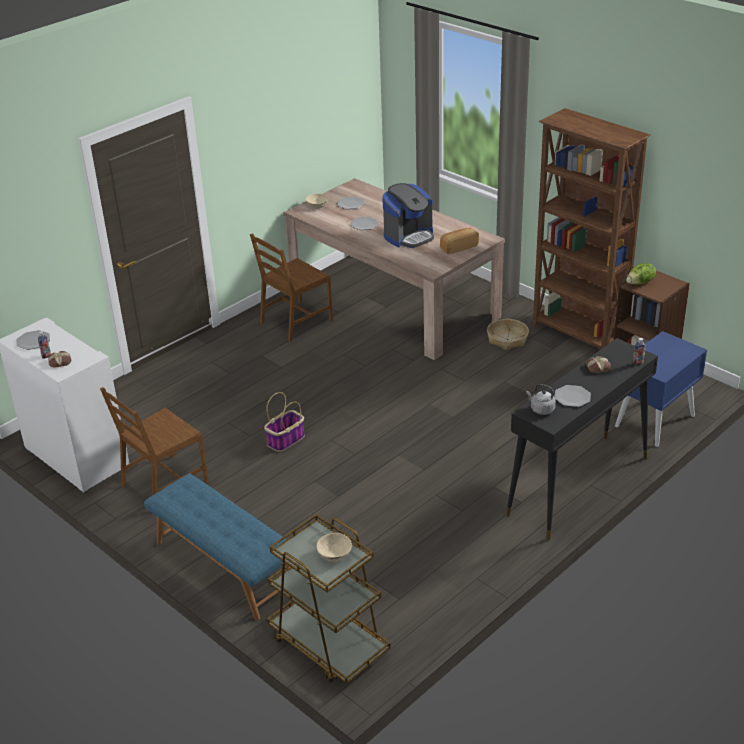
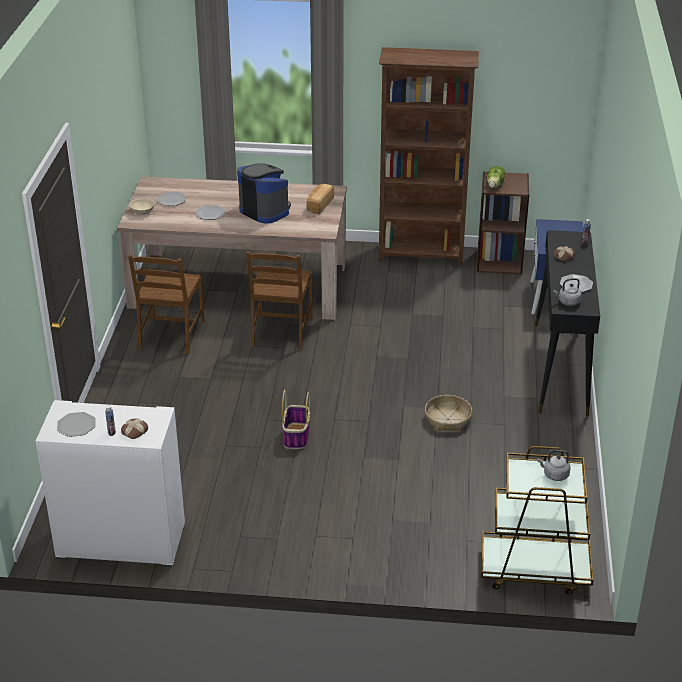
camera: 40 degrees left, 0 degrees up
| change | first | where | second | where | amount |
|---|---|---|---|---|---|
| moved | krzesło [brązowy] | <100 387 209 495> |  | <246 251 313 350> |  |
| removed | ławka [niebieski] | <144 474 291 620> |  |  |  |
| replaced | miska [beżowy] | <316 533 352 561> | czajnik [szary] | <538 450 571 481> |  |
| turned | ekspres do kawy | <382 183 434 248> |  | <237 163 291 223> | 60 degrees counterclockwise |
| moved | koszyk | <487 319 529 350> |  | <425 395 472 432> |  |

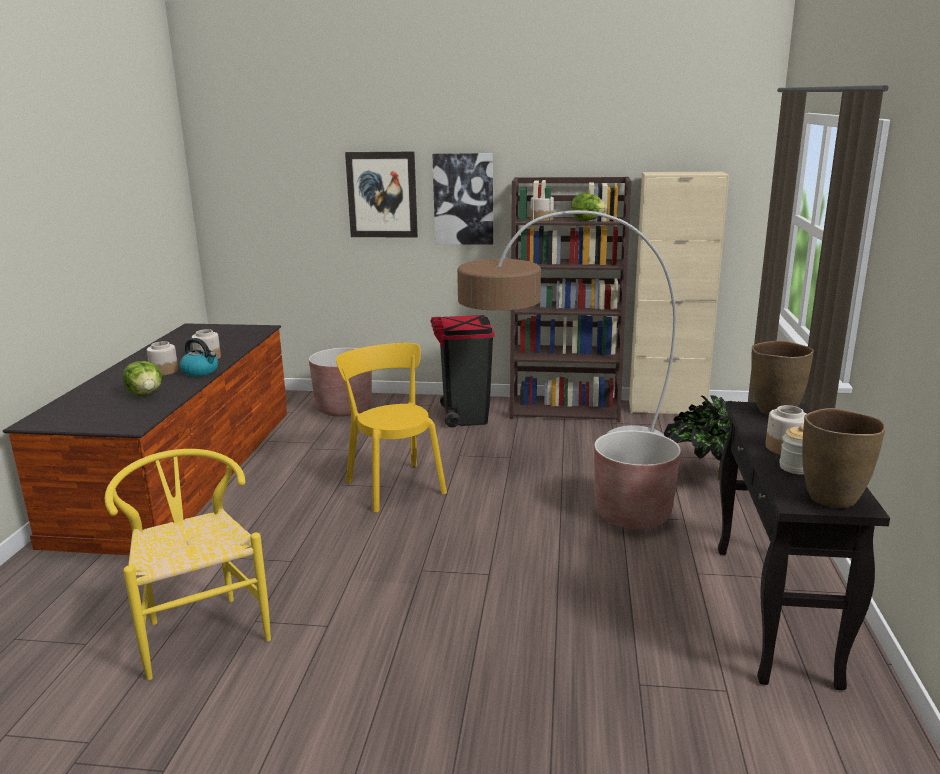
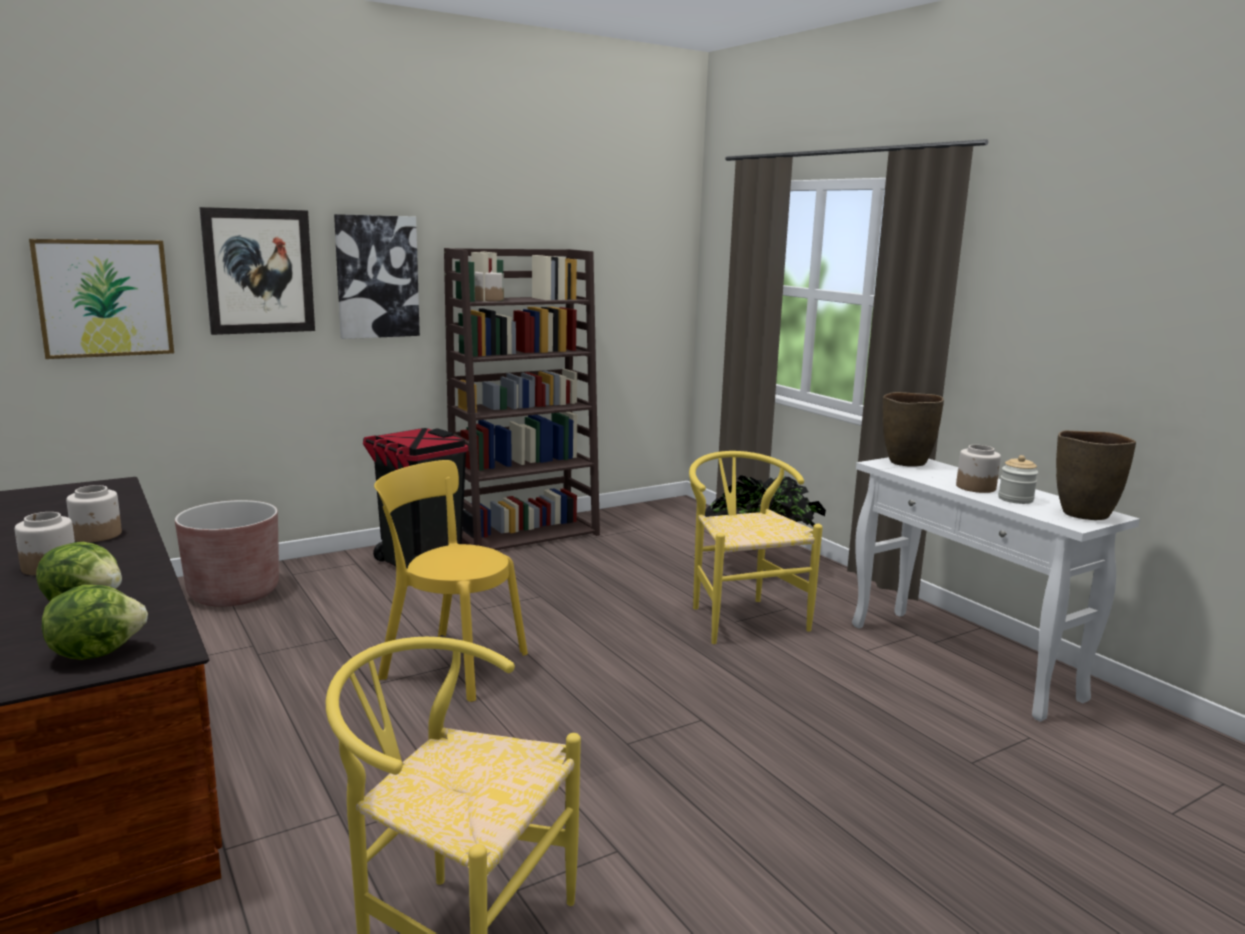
camera: 40 degrees left, 5 degrees down
| change | first | where | second | where | amount |
|---|---|---|---|---|---|
| removed | czajnik | <179 338 218 377> |  |  |  |
| removed | lampa stojąca | <457 210 676 436> |  |  |  |
| moved | sałata | <571 193 607 221> |  | <42 585 148 660> |  |
| replaced | donica [brązowy] | <594 430 681 529> | krzesło [żółty] | <689 451 823 644> |  |
| removed | szafka [beżowy] | <629 172 729 414> |  |  |  |
| recoloured | stolik konsolowy [czarny] | <718 401 890 690> | stolik konsolowy [biały] | <852 457 1140 721> |  |
| added |  |  | obraz | <29 239 174 359> |  |

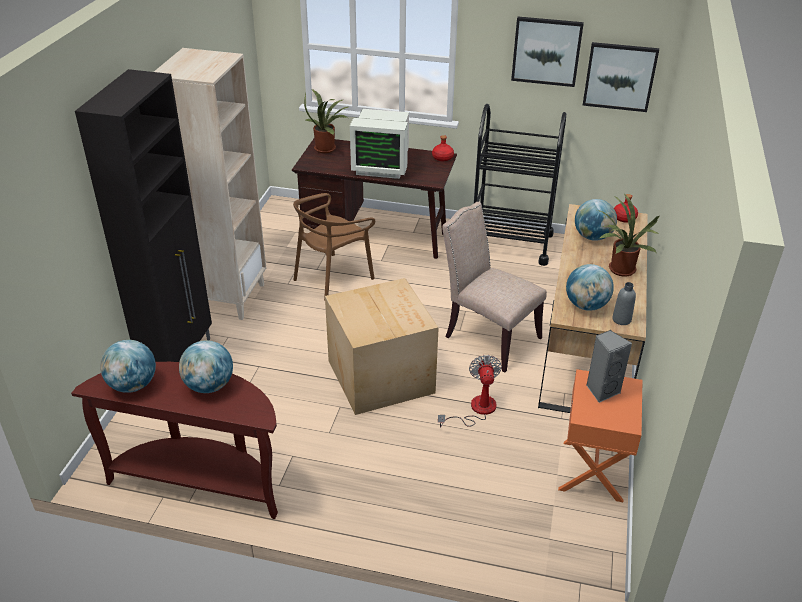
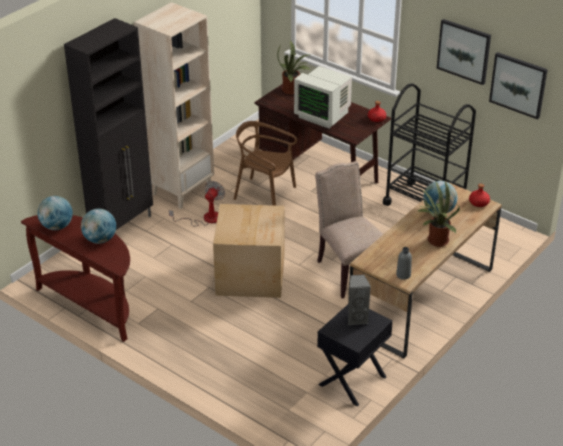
camera: 25 degrees right, 0 degrees up
| change | first | where | second | where | amount |
|---|---|---|---|---|---|
| turned | krzesło [brązowy] | <293 193 375 301> |  | <234 121 297 206> | 45 degrees clockwise |
| moved | wentylator | <438 355 502 428> |  | <169 181 225 226> |  |
| recoloured | szafka nocna [pomarańczowy] | <558 369 642 502> | szafka nocna [czarny] | <317 304 393 406> |  |
| removed | globus | <566 264 614 311> |  |  |  |

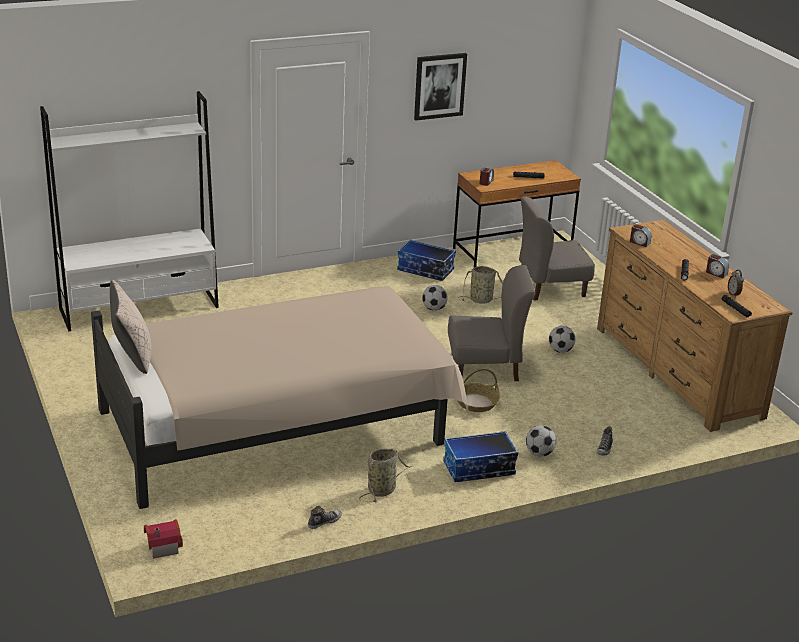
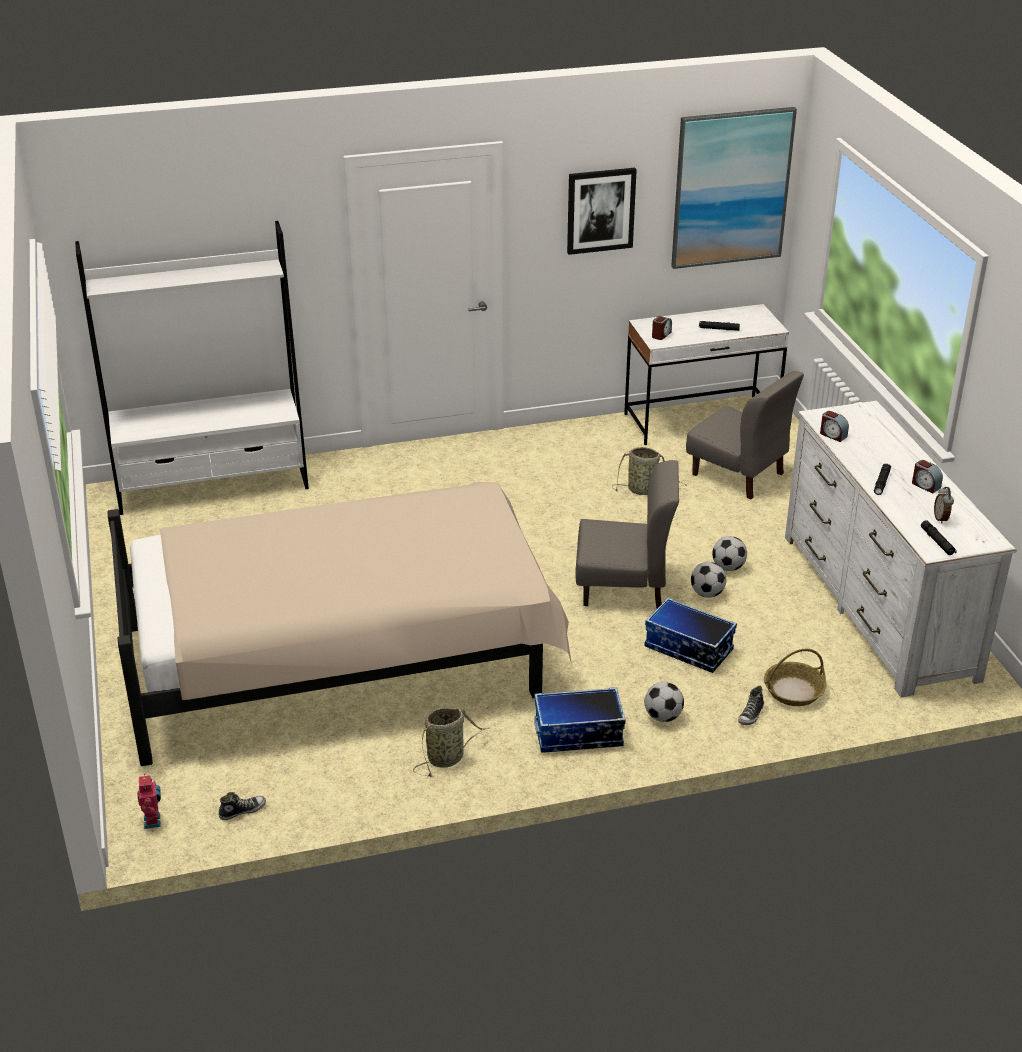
camera: 10 degrees right, 5 degrees up
| change | first | where | second | where | amount |
|---|---|---|---|---|---|
| removed | poduszka [beżowy] | <110 280 152 374> |  |  |  |
| replaced | domek | <144 519 183 559> | robot zabawkowy | <137 774 161 829> |  |
| moved | but | <308 506 342 529> |  | <218 792 266 820> |  |
| moved | pojemnik do przechowywania | <397 240 456 281> |  | <644 598 737 673> |  |
| moved | piłka futbolowa | <422 285 448 311> |  | <691 562 727 598> |  |
| recoloured | biurko [brązowy] | <453 160 581 267> | biurko [biały] | <624 304 789 445> |  |
| moved | koszyk | <457 369 500 412> |  | <764 649 827 706> |  |
| turned | krzesło [szary] | <519 196 595 301> |  | <686 371 804 499> | 135 degrees counterclockwise |
| recoloured | komoda [brązowy] | <597 220 793 432> | komoda [biały] | <785 401 1017 697> |  |
| added |  |  | obraz | <671 107 797 269> |  |

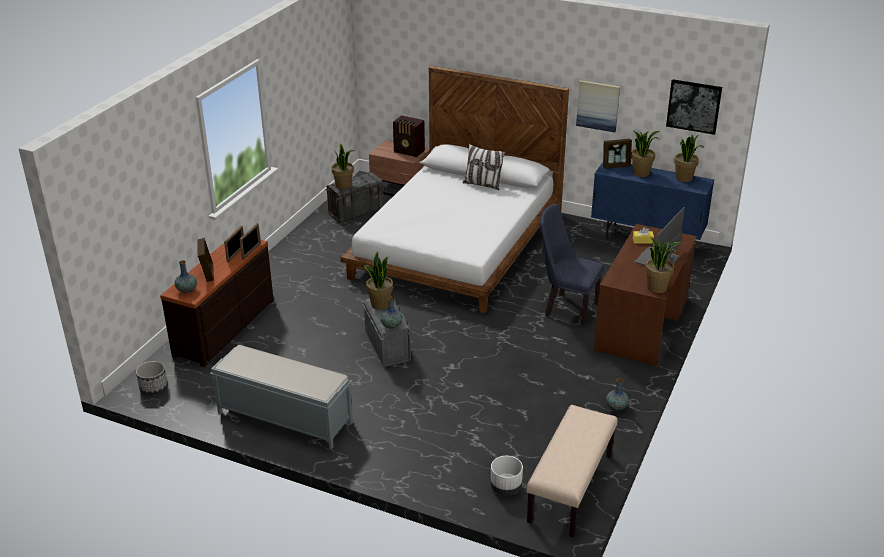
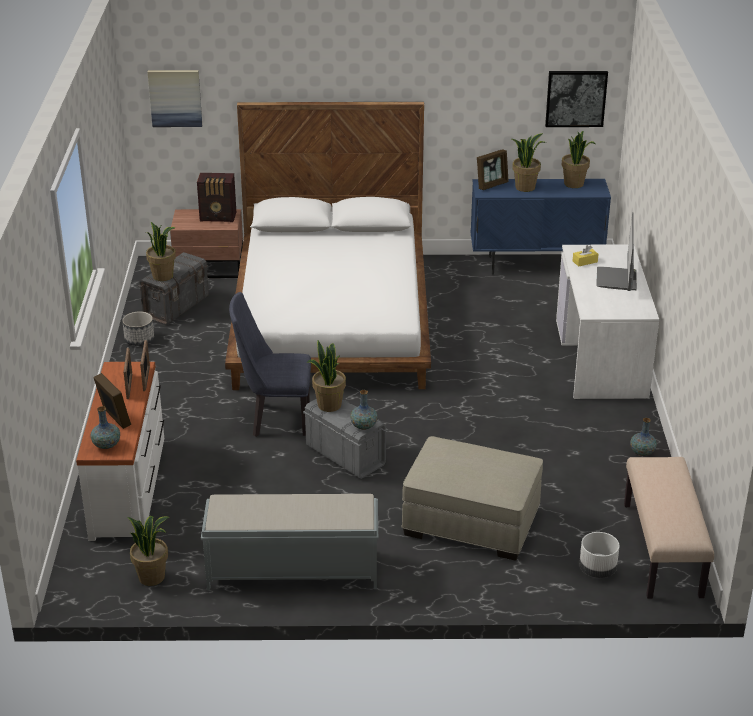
camera: 25 degrees left, 0 degrees up
| change | first | where | second | where | amount |
|---|---|---|---|---|---|
| moved | donica | <136 361 168 395> |  | <122 312 154 346> |  |
| recoloured | komoda [brązowy] | <160 240 274 367> | komoda [biały] | <76 362 164 541> |  |
| removed | poduszka | <462 144 505 190> |  |  |  |
| moved | krzesło [niebieski] | <540 203 604 325> |  | <229 292 311 437> |  |
| moved | obraz | <576 80 620 132> |  | <147 70 202 127> |  |
| recoloured | biurko [brązowy] | <594 224 697 366> | biurko [biały] | <556 244 659 399> |  |
| moved | roślina doniczkowa | <645 237 681 293> |  | <127 516 169 586> |  |
| added |  |  | pufa [beżowy] | <401 436 543 561> |  |

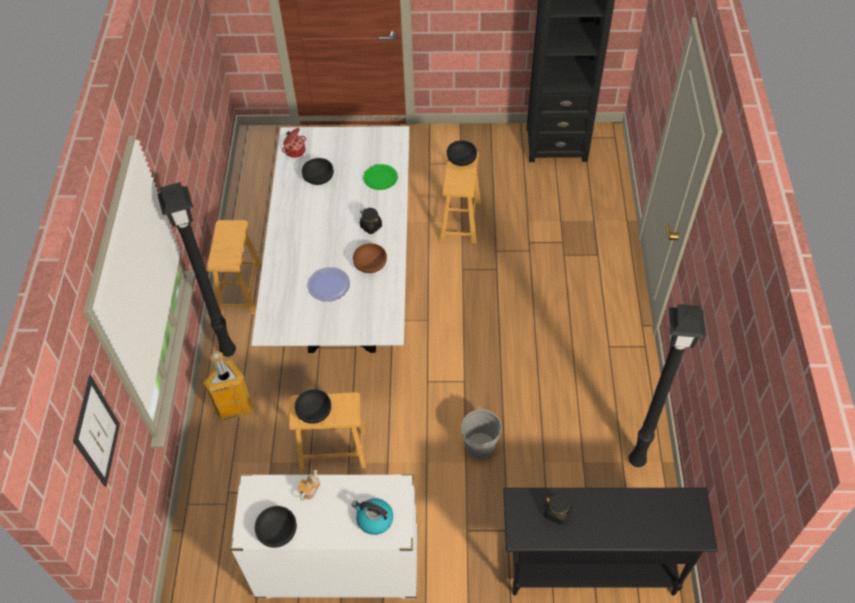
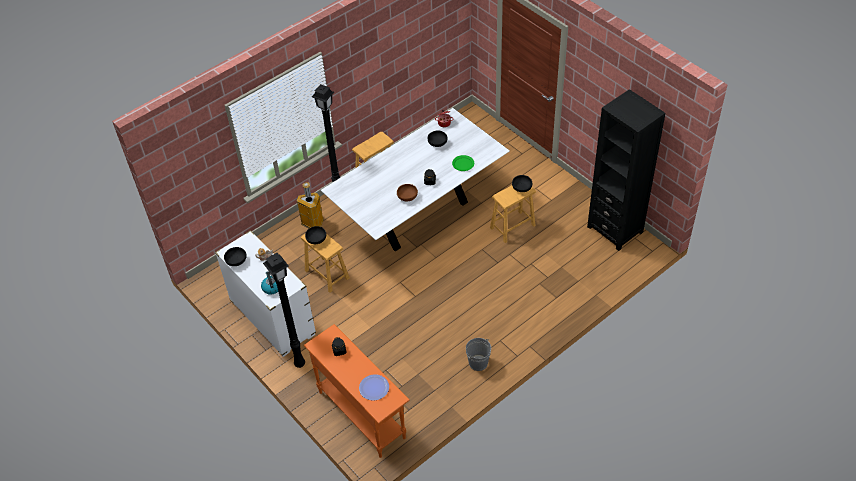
camera: 50 degrees right, 5 degrees down
| change | first | where | second | where | amount |
|---|---|---|---|---|---|
| removed | obraz | <73 375 120 487> |  |  |  |
| moved | talerz | <307 267 350 302> |  | <359 374 389 401> |  |
| moved | wiadro [szary] | <461 406 502 459> |  | <466 338 491 371> |  |
| recoloured | stolik konsolowy [czarny] | <503 488 718 596> | stolik konsolowy [pomarańczowy] | <304 324 410 458> |  |
| moved | lampa stojąca [czarny] | <629 304 705 467> |  | <263 253 305 368> |  |

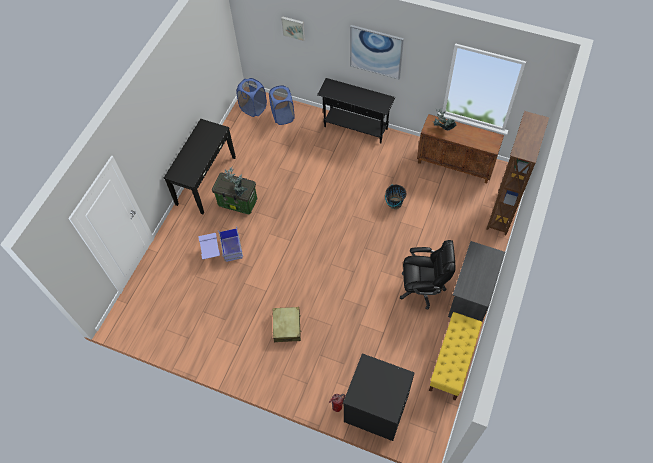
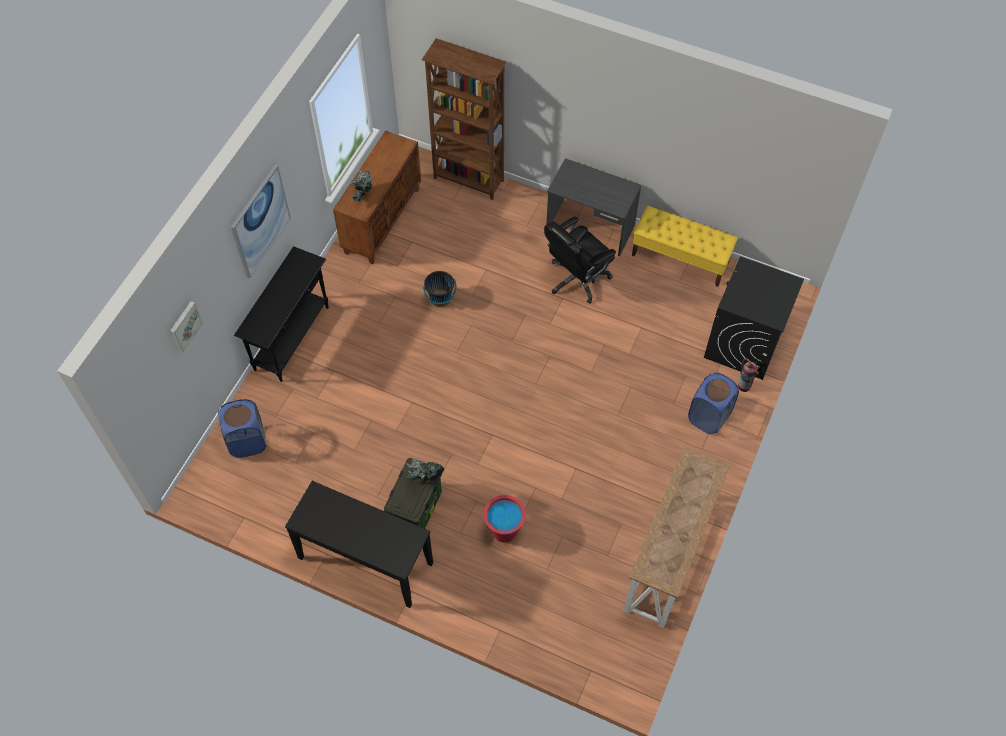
camera: 90 degrees left, 0 degrees up
| change | first | where | second | where | amount |
|---|---|---|---|---|---|
| replaced | pojemnik do przechowywania [niebieski] | <198 226 243 262> | wiadro [czerwony] | <484 495 526 543> |  |
| moved | kosz na pranie [niebieski] | <236 78 267 117> |  | <688 373 739 434> |  |
| removed | walizka [beżowy] | <273 307 302 343> |  |  |  |
| turned | krzesło biurowe [czarny] | <400 240 456 310> |  | <544 217 616 304> | 135 degrees counterclockwise |
| added |  |  | stolik konsolowy | <624 446 730 628> |  |

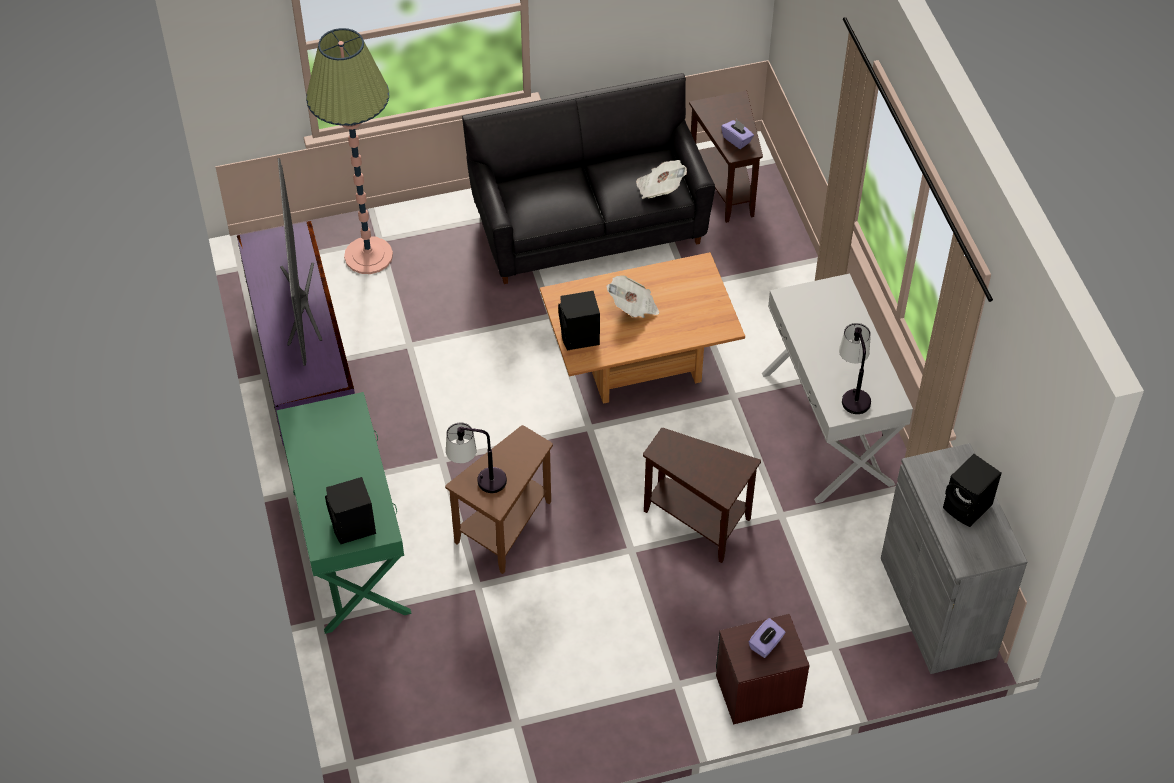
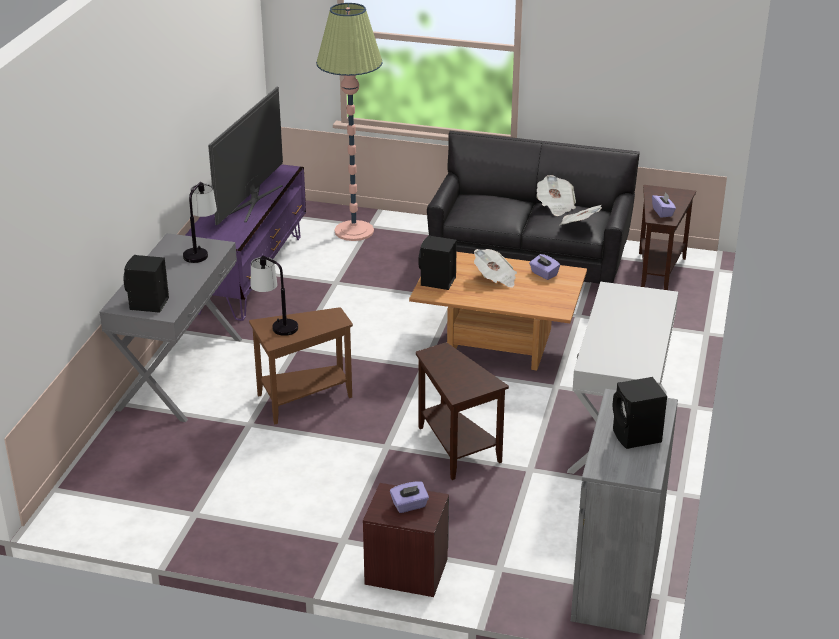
camera: 30 degrees right, 20 degrees down
| change | first | where | second | where | amount |
|---|---|---|---|---|---|
| recoloured | stolik konsolowy [zielony] | <277 392 412 634> | stolik konsolowy [szary] | <99 233 242 422> |  |
| moved | lampa stołowa | <839 323 871 414> |  | <183 182 217 263> |  |
| added |  |  | pudełko chusteczek [fioletowy] | <529 254 560 280> |  |
| added |  |  | gazeta | <536 175 576 216> |  |

